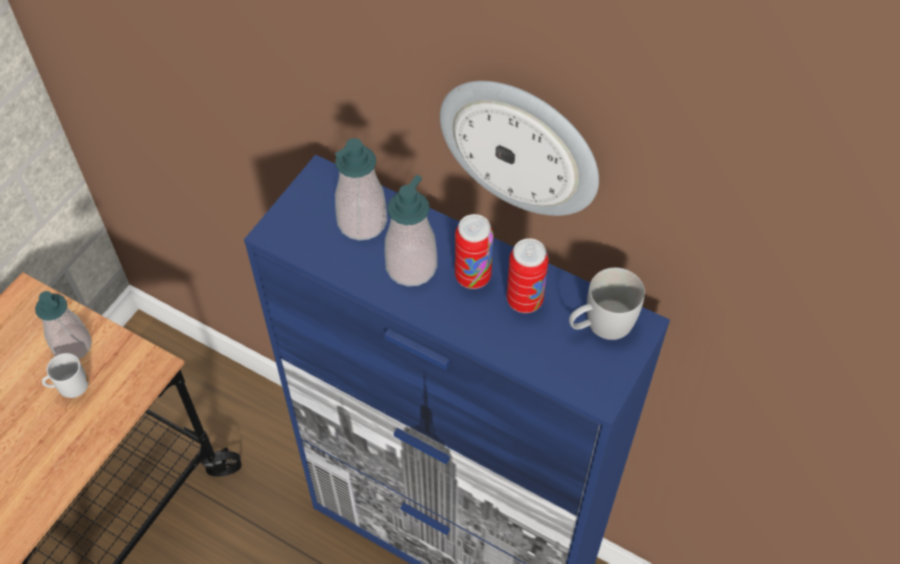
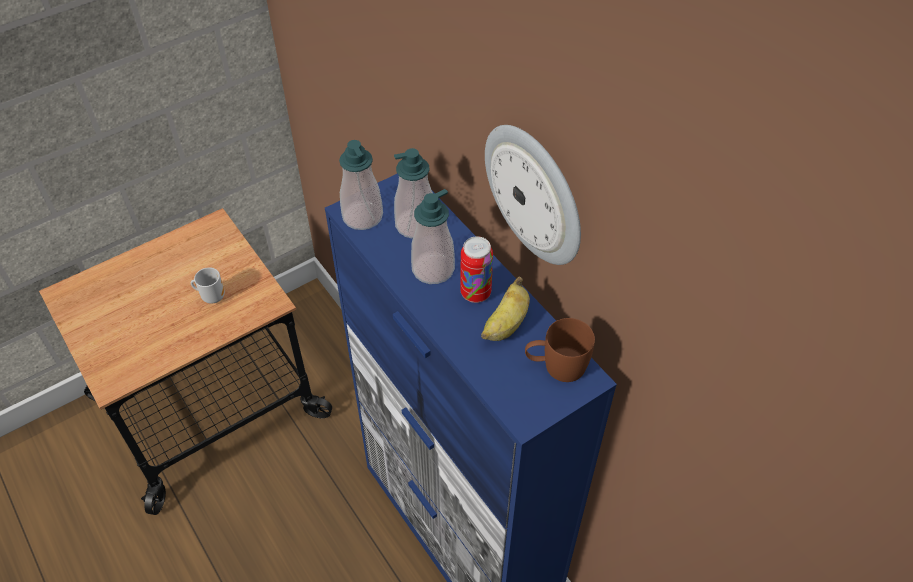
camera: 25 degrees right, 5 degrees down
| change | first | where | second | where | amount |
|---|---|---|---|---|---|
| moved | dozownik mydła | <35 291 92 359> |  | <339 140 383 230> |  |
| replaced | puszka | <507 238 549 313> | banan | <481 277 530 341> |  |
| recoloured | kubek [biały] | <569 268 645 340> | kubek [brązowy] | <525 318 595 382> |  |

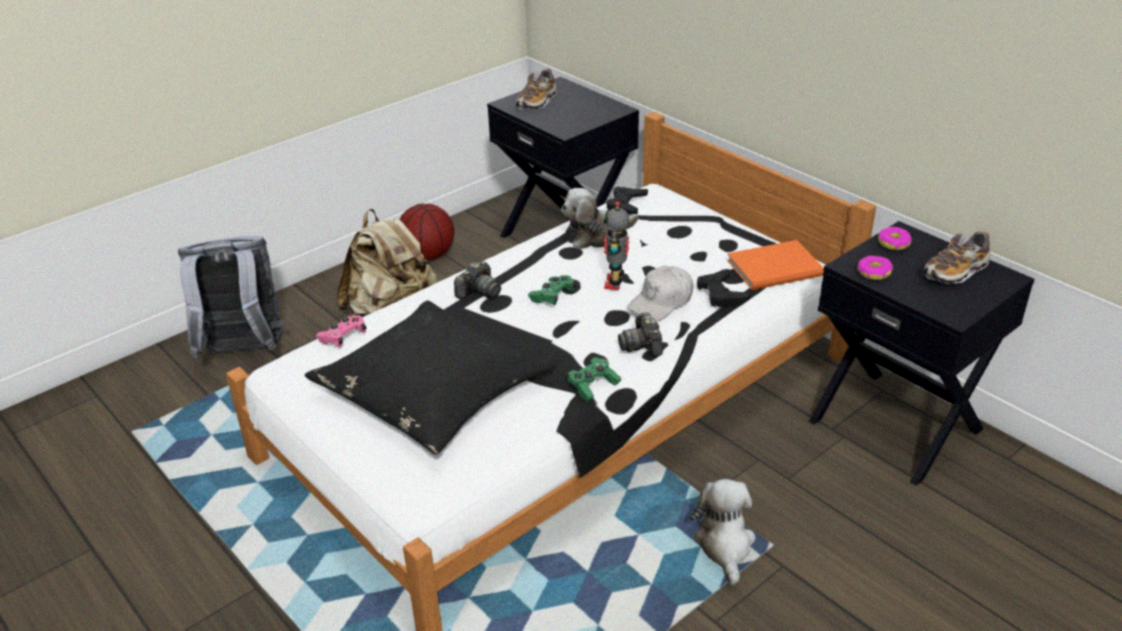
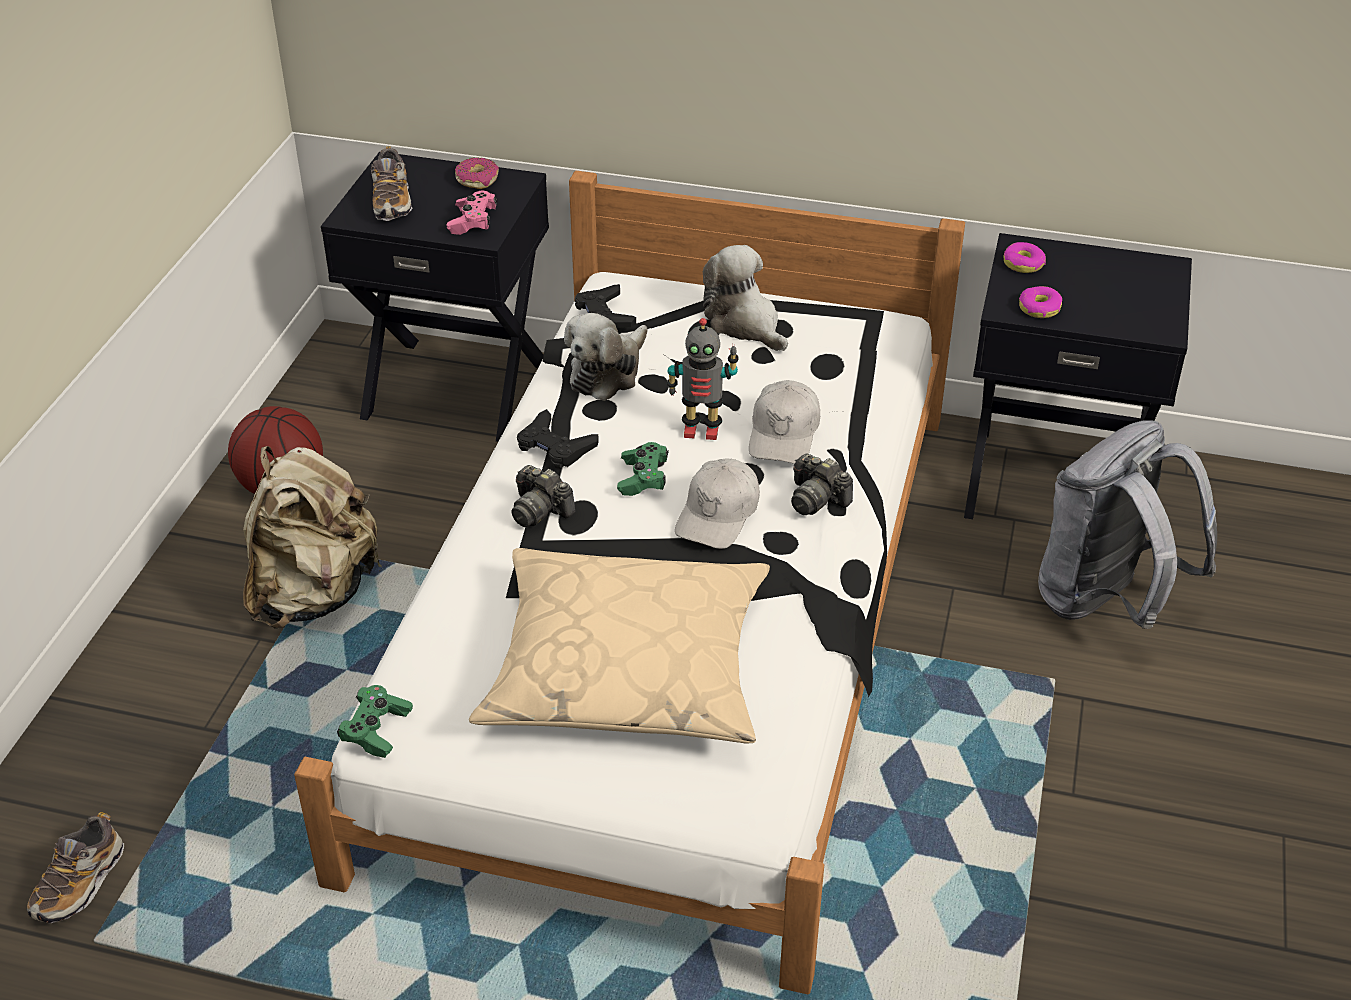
camera: 35 degrees left, 5 degrees up
| change | first | where | second | where | amount |
|---|---|---|---|---|---|
| moved | plecak [szary] | <178 236 286 358> |  | <1038 420 1217 629> |  |
| recoloured | poduszka [czarny] | <305 301 557 455> | poduszka [beżowy] | <469 548 770 744> |  |
| moved | pad do gier [różowy] | <316 316 366 348> |  | <447 191 497 235> |  |
| turned | aparat fotograficzny | <454 261 501 299> |  | <512 465 575 527> | 120 degrees clockwise |
| moved | pad do gier [zielony] | <567 357 621 402> |  | <337 685 413 758> |  |
| turned | robot zabawkowy | <603 201 629 290> |  | <667 318 739 440> | 60 degrees counterclockwise |
| moved | pluszak | <690 479 756 586> |  | <703 245 788 351> |  |
| moved | pad do gier [czarny] | <697 269 750 307> |  | <517 409 599 469> |  |
| removed | książka [pomarańczowy] | <727 240 824 290> |  |  |  |
| moved | but | <923 231 990 284> |  | <27 812 124 924> |  |
| added |  |  | donut | <455 157 499 189> |  |
| added |  |  | czapka z daszkiem [biały] | <675 459 760 549> |  |

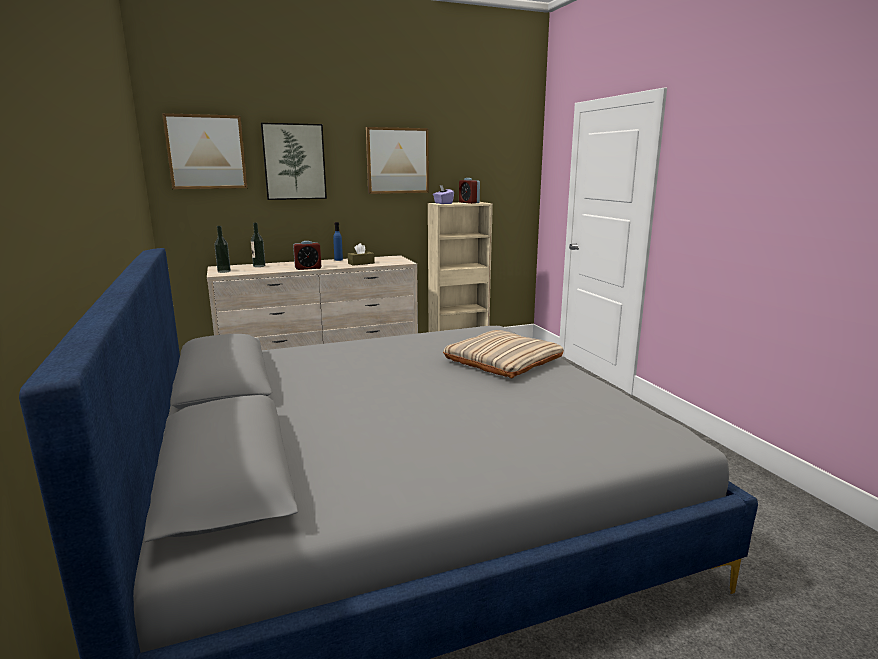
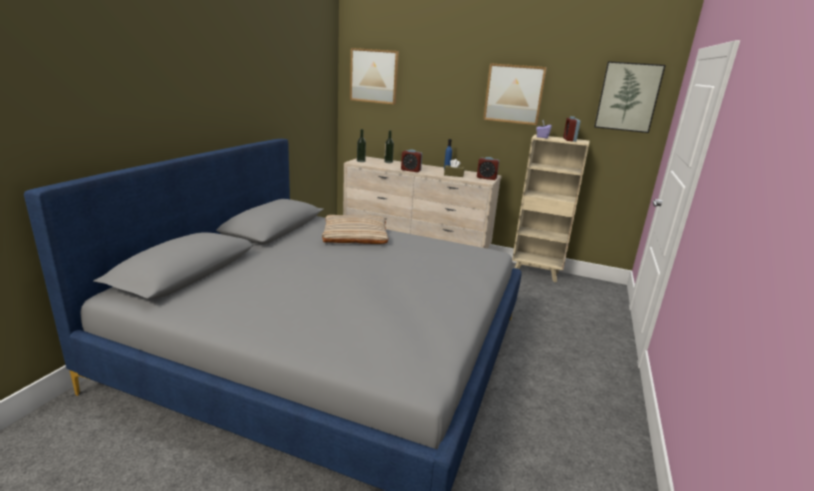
camera: 40 degrees right, 5 degrees up
| change | first | where | second | where | amount |
|---|---|---|---|---|---|
| moved | obraz | <261 123 327 200> |  | <594 61 666 133> |  |
| moved | poduszka [beżowy] | <443 330 564 379> |  | <322 215 389 244> |  |
| added |  |  | budzik | <477 157 499 180> |  |

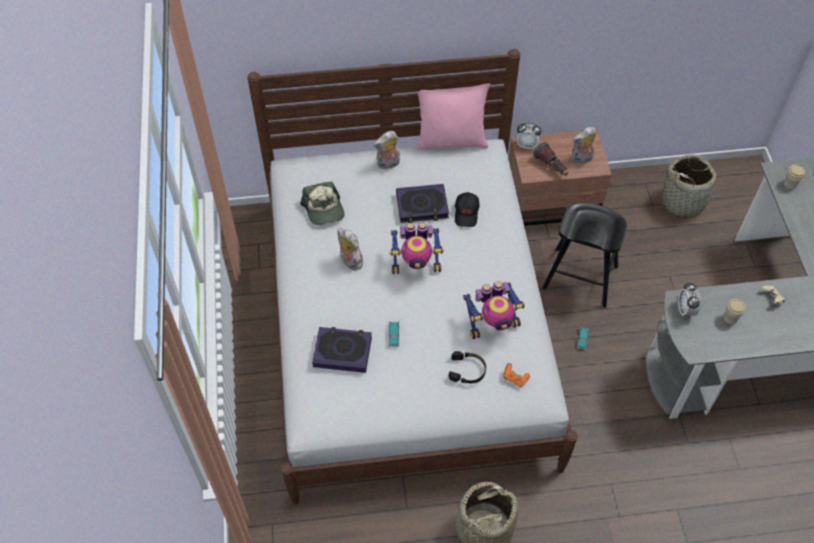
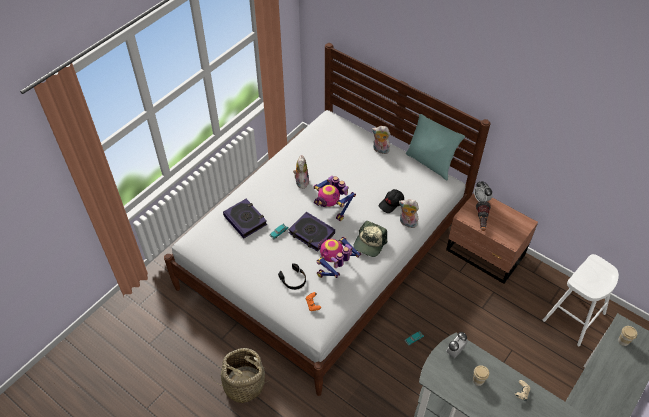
camera: 45 degrees right, 5 degrees down
| change | first | where | second | where | amount |
|---|---|---|---|---|---|
| moved | czapka z daszkiem | <300 181 345 225> |  | <353 221 387 257> |  |
| moved | książka | <396 184 449 223> |  | <288 212 335 252> |  |
| recoloured | poduszka [różowy] | <416 84 490 150> | poduszka [turkusowy] | <406 114 465 180> |  |
| turned | robot zabawkowy | <463 281 525 339> |  | <317 237 361 278> | 105 degrees clockwise |
| removed | stołek [czarny] | <542 203 627 308> |  |  |  |
| moved | pluszak | <571 127 596 164> |  | <399 199 419 228> |  |
| replaced | koszyk | <657 154 721 217> | stołek [biały] | <543 254 619 346> |  |

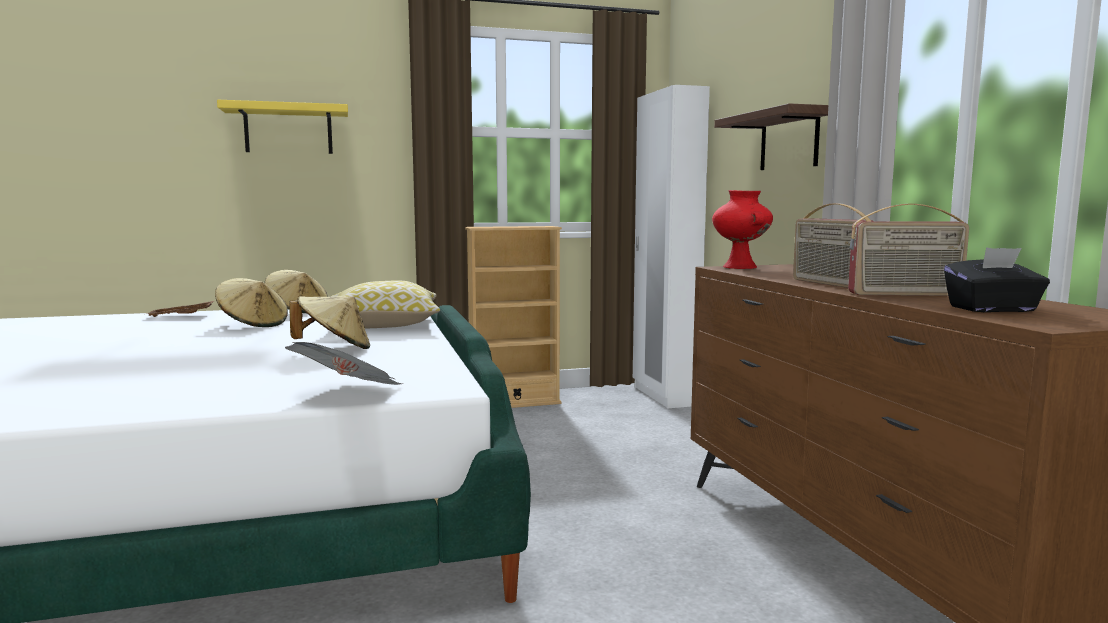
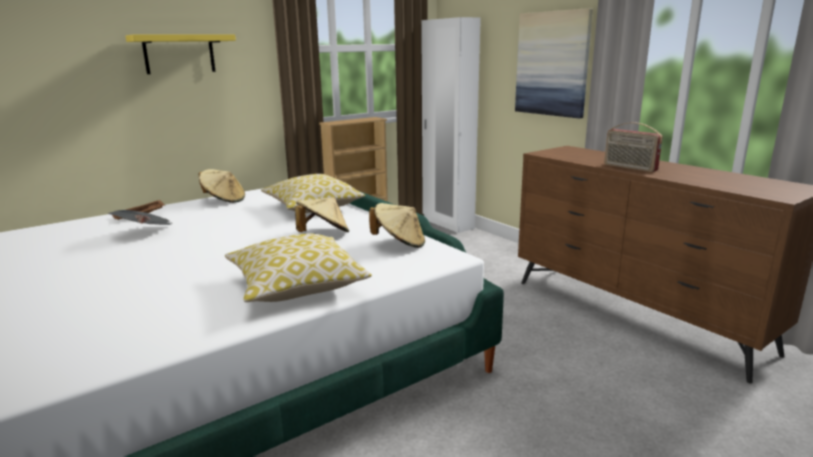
camera: 20 degrees left, 10 degrees up
| change | first | where | second | where | amount |
|---|---|---|---|---|---|
| moved | kapelusz [beżowy] | <215 278 288 327> |  | <369 203 425 248> |  |
| moved | gazeta | <285 342 403 385> |  | <108 210 171 225> |  |
| removed | wazon [czerwony] | <712 190 773 269> |  |  |  |
| replaced | półka | <714 103 828 170> | obraz | <515 8 593 119> |  |
| removed | radio | <848 204 969 296> |  |  |  |
| removed | pudełko chusteczek [czarny] | <944 247 1050 312> |  |  |  |
| added |  |  | poduszka | <225 233 372 302> |  |

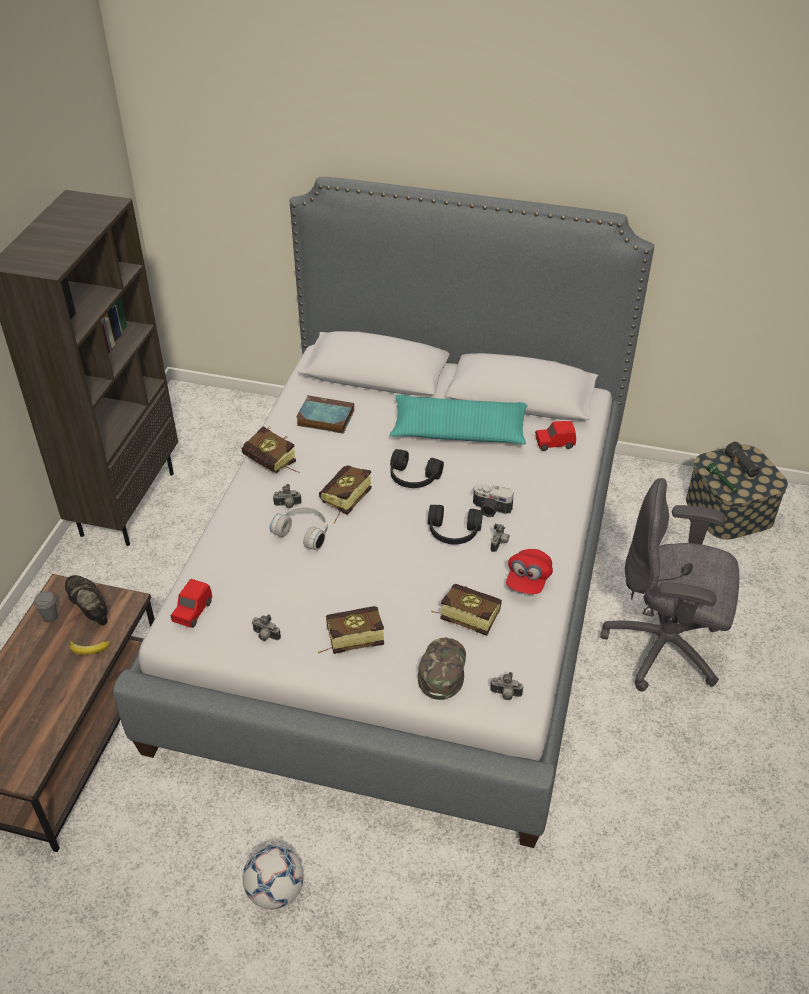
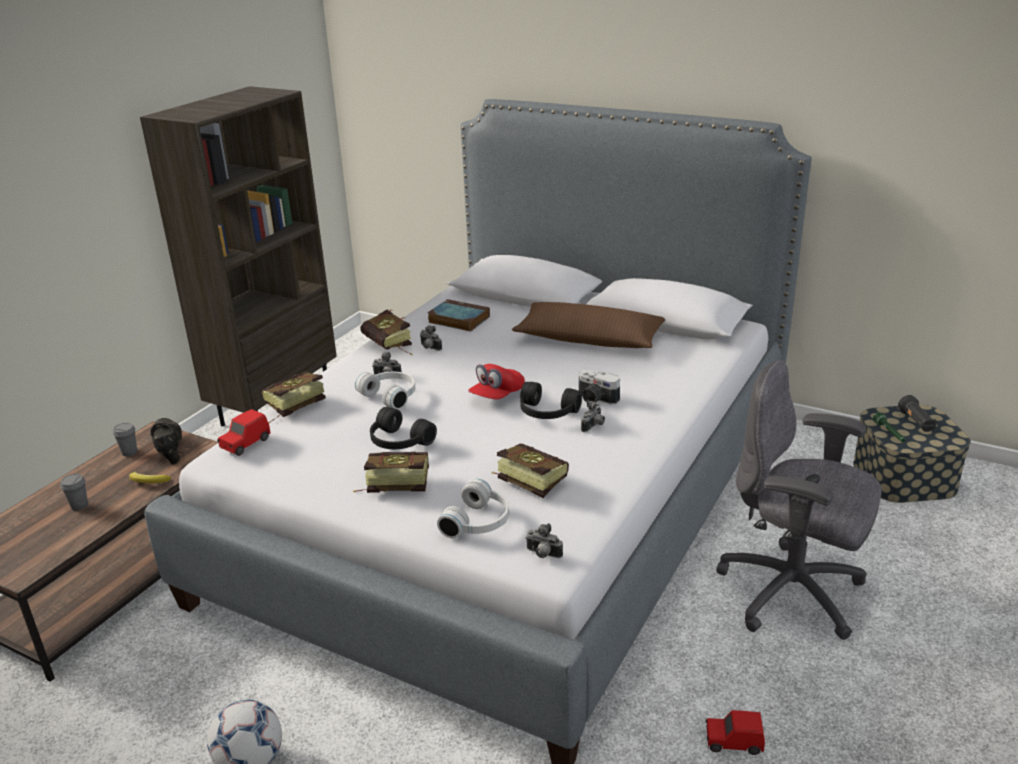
camera: 15 degrees right, 15 degrees down
| change | first | where | second | where | amount |
|---|---|---|---|---|---|
| moved | aparat fotograficzny | <252 614 281 641> |  | <420 325 442 351> |  |
| moved | książka | <319 465 372 523> |  | <261 372 326 423> |  |
| recoloured | poduszka [turkusowy] | <390 394 527 445> | poduszka [brązowy] | <512 302 665 348> |  |
| moved | słuchawki [czarny] | <390 449 444 488> |  | <370 407 437 449> |  |
| replaced | czapka z daszkiem [zielony] | <418 638 466 700> | słuchawki [biały] | <437 478 509 538> |  |
| moved | czapka z daszkiem [czerwony] | <506 549 553 594> |  | <468 364 525 399> |  |
| moved | samochodzik [czerwony] | <535 421 576 451> |  | <706 710 765 755> |  |
| added |  |  | filiżanka [szary] | <60 474 88 511> |  |

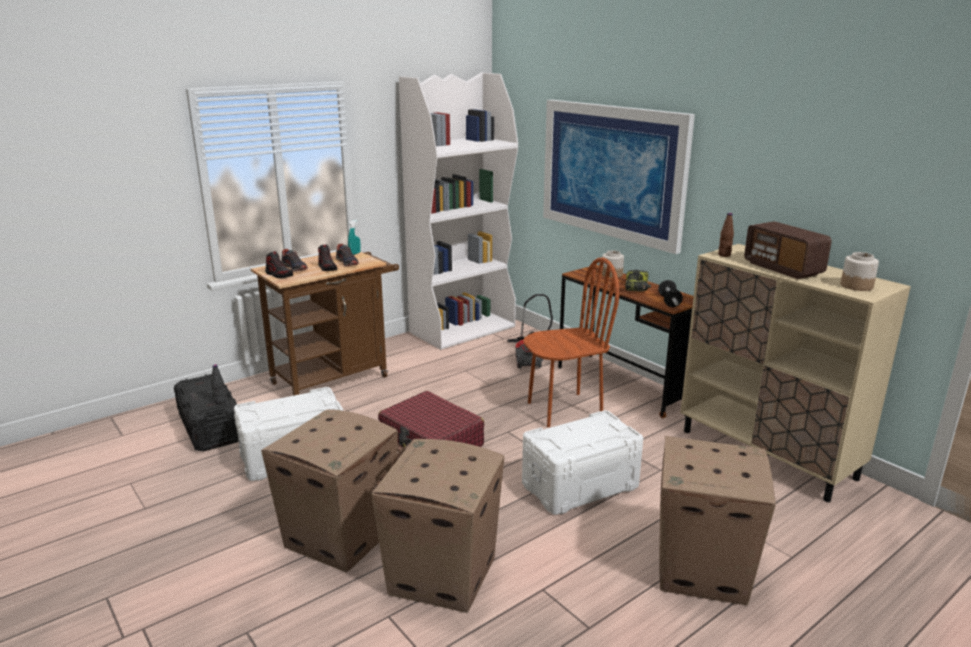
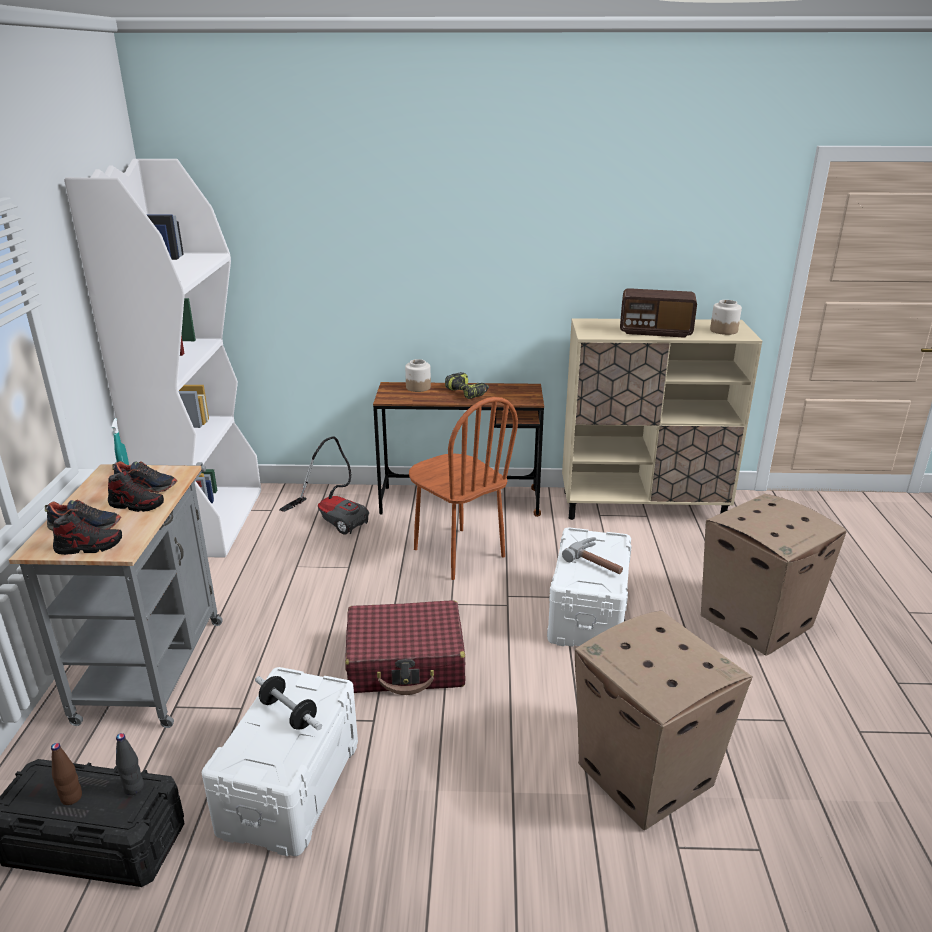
camera: 50 degrees left, 5 degrees up
| change | first | where | second | where | amount |
|---|---|---|---|---|---|
| recoloured | wózek [brązowy] | <251 252 399 396> | wózek [szary] | <8 461 223 728> |  |
| removed | karton | <261 409 398 573> |  |  |  |
| turned | krzesło [brązowy] | <523 257 619 427> |  | <409 397 518 580> | 120 degrees clockwise |
| removed | obraz | <543 100 695 254> |  |  |  |
| moved | hantel | <658 280 683 307> |  | <255 676 322 730> |  |
| moved | butelka [brązowy] | <718 213 734 257> |  | <51 743 82 805> |  |
| added |  |  | młotek | <562 537 623 574> |  |

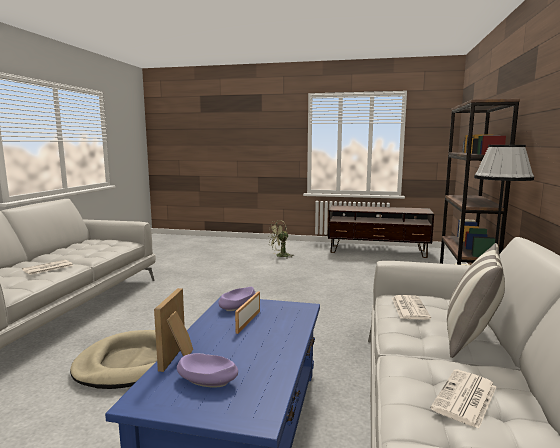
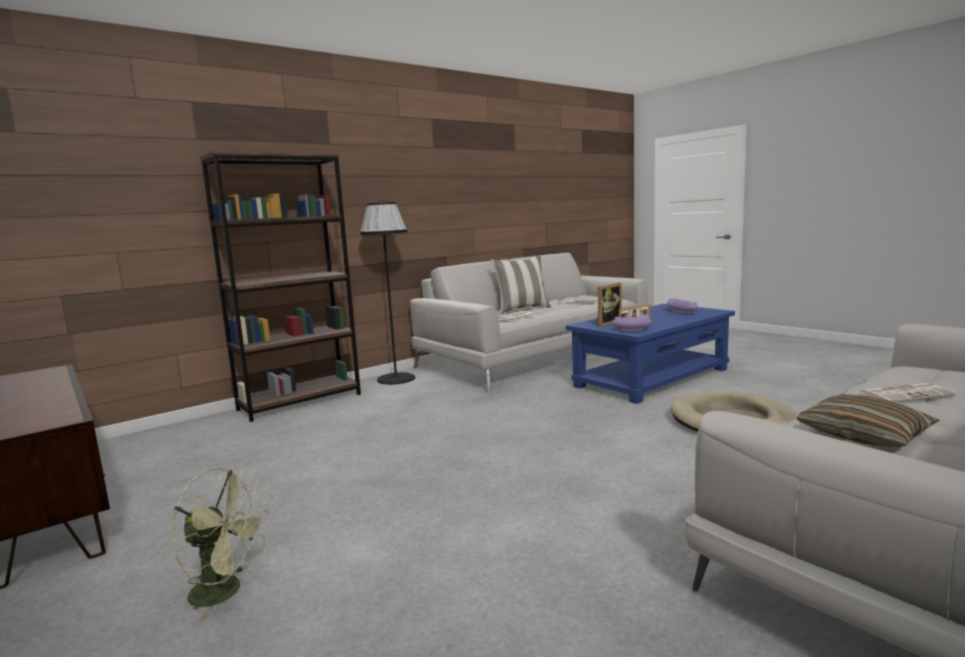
camera: 140 degrees left, 0 degrees up
| change | first | where | second | where | amount |
|---|---|---|---|---|---|
| moved | ramka na zdjęcie | <154 288 193 372> |  | <596 283 622 327> |  |
| added |  |  | poduszka | <797 394 939 447> |  |

